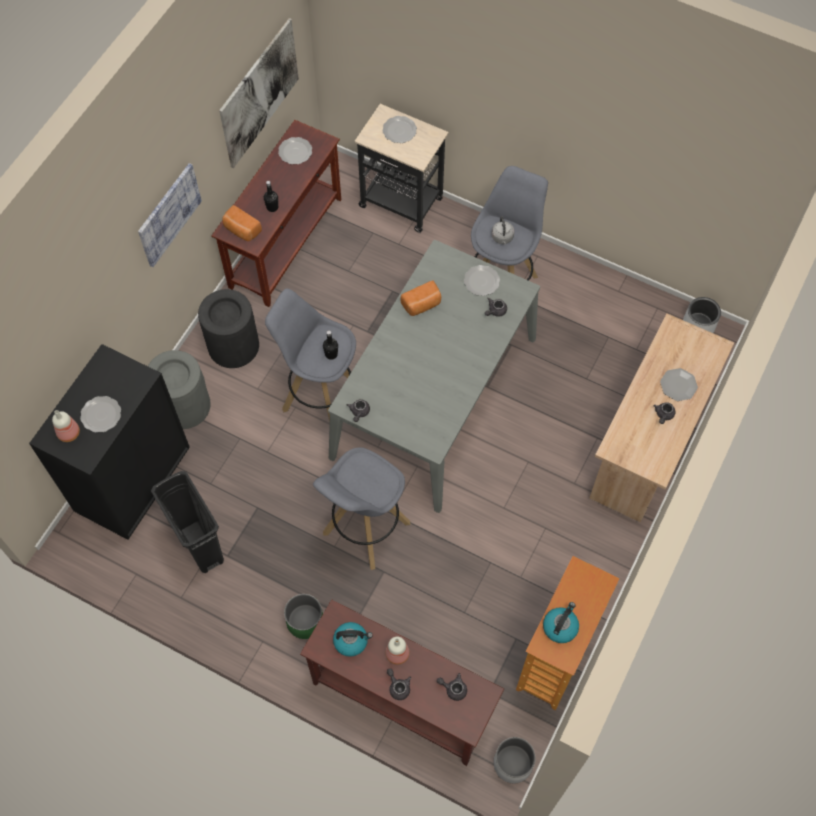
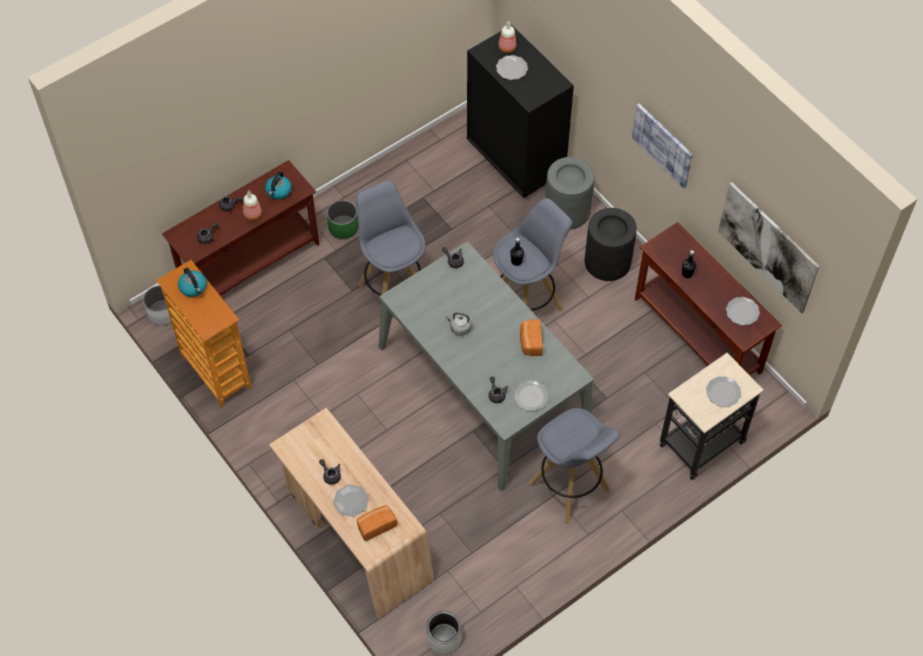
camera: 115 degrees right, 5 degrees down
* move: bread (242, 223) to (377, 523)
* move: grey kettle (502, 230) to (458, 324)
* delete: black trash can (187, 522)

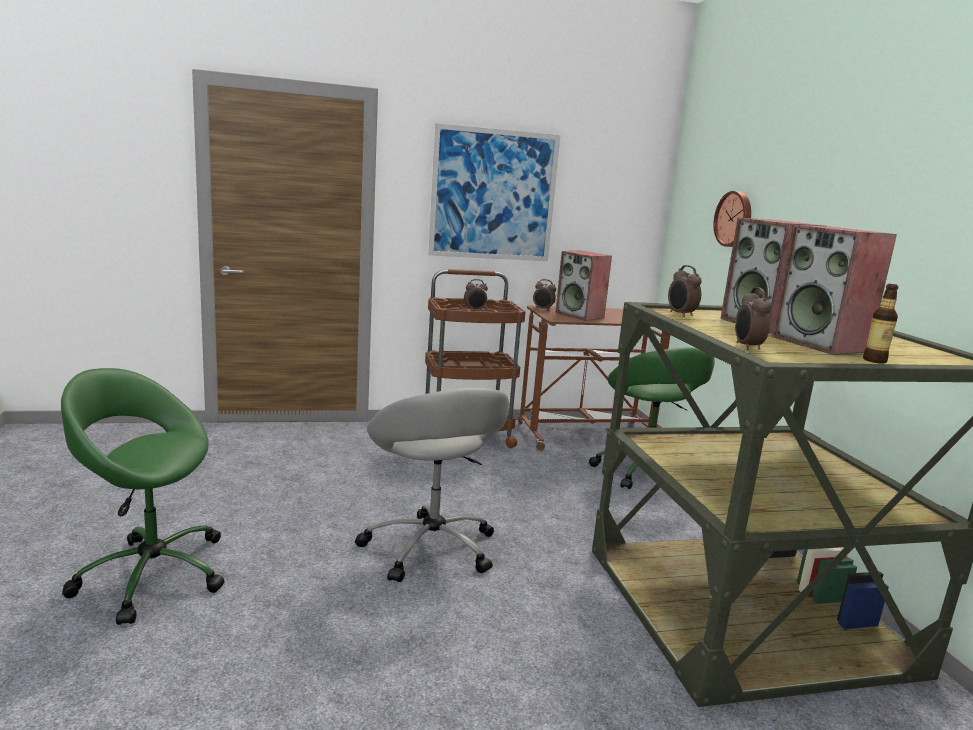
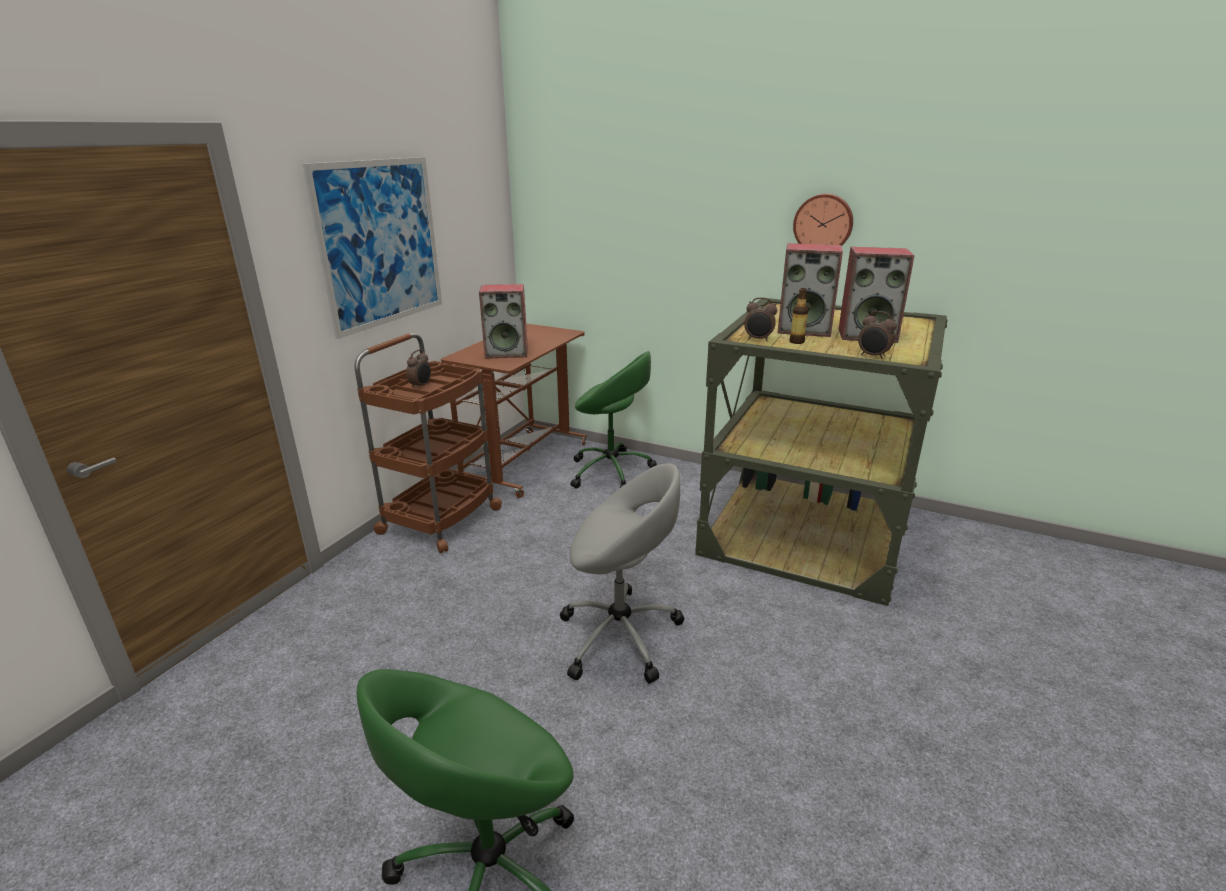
camera: 50 degrees left, 10 degrees up
* move: bottle (881, 324) to (798, 316)
* move: wall clock (732, 219) to (823, 220)
* delete: alarm clock (544, 295)

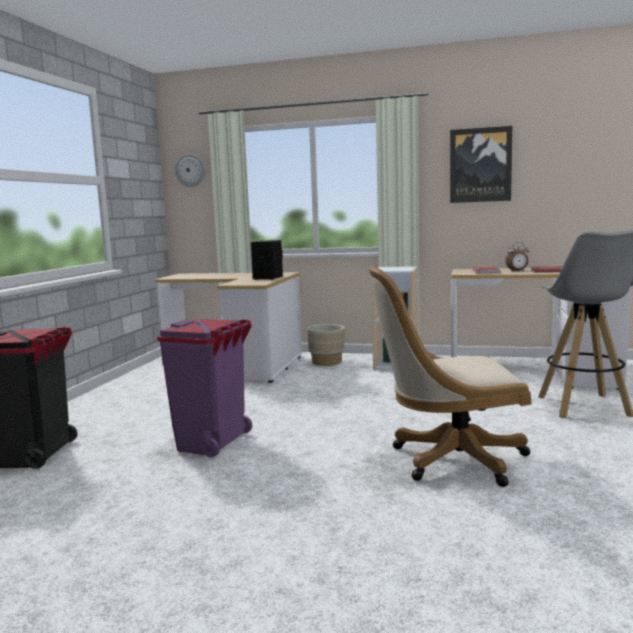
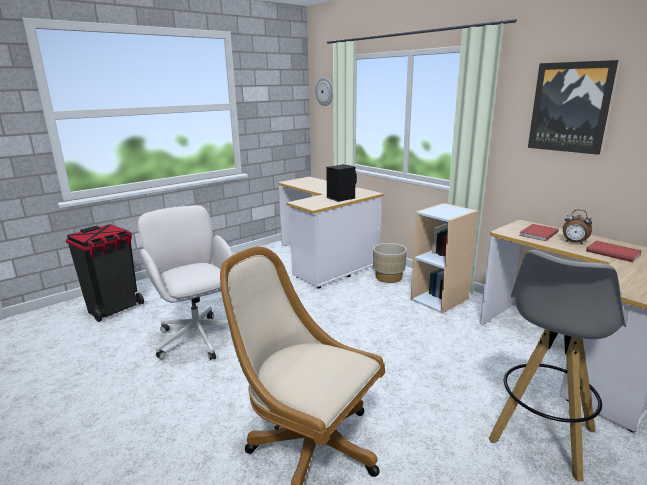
camera: 35 degrees right, 10 degrees up
* replace: purple trash can (204, 388) to white office chair (186, 282)

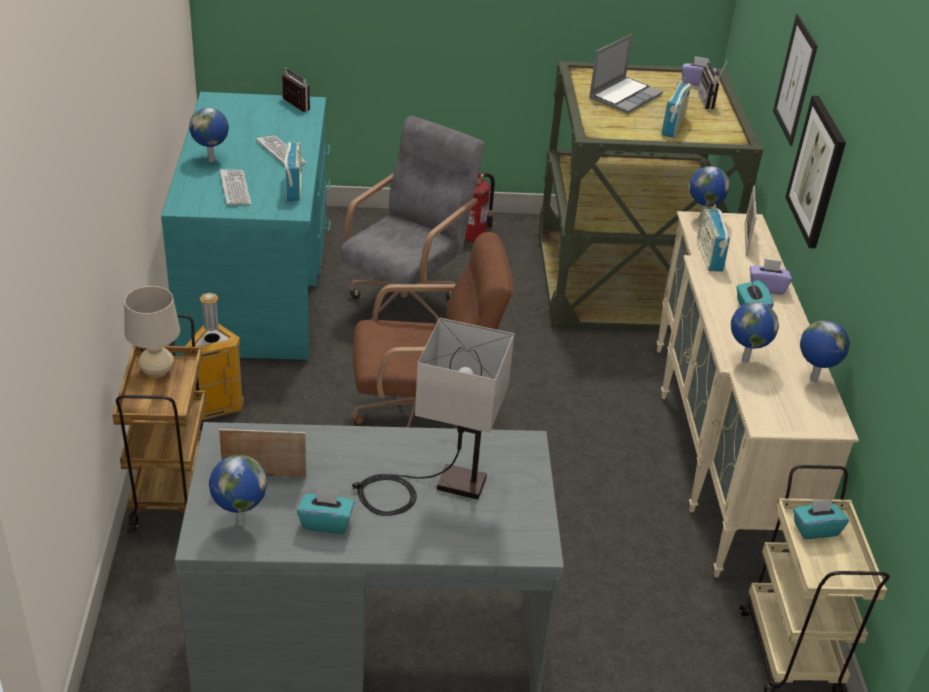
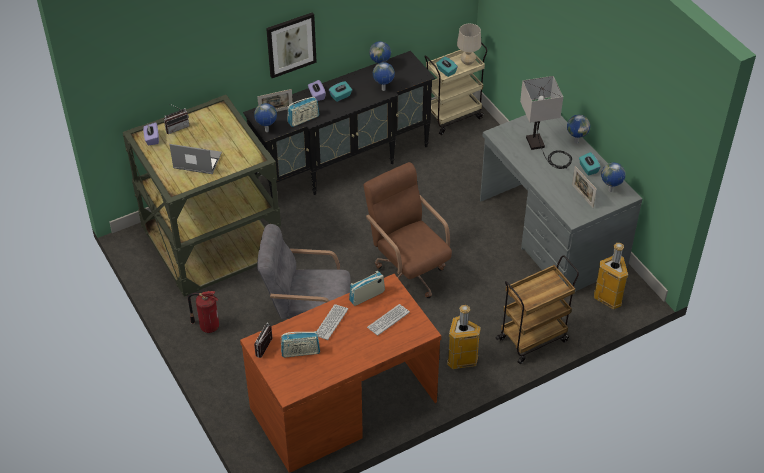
camera: 115 degrees left, 10 degrees up
* recolor: turquoise desk (245, 226) to brown desk (340, 373)
* recolor: beige cabinet (757, 394) to black cabinet (339, 124)
* move: radio (676, 107) to (300, 344)
* move: beige table lamp (152, 332) to (469, 44)
* move: globe (209, 135) to (578, 129)
* insert: trash can (611, 276)
* delete: picture (795, 80)

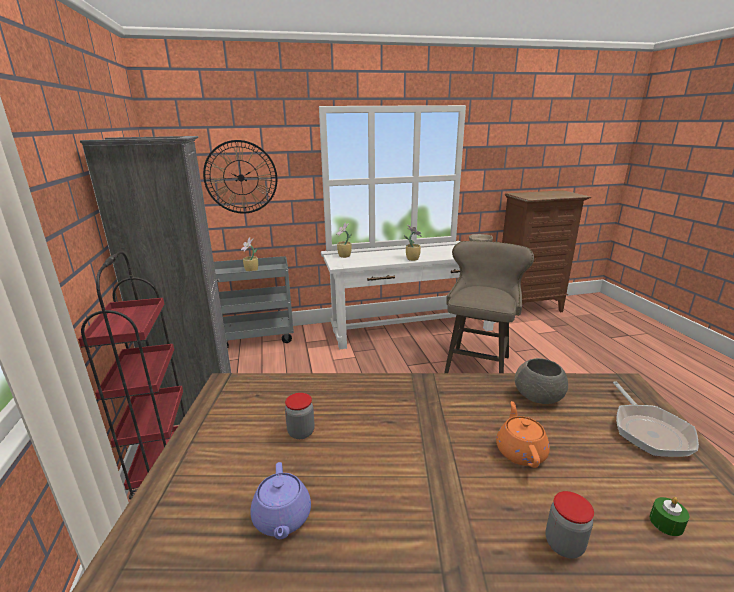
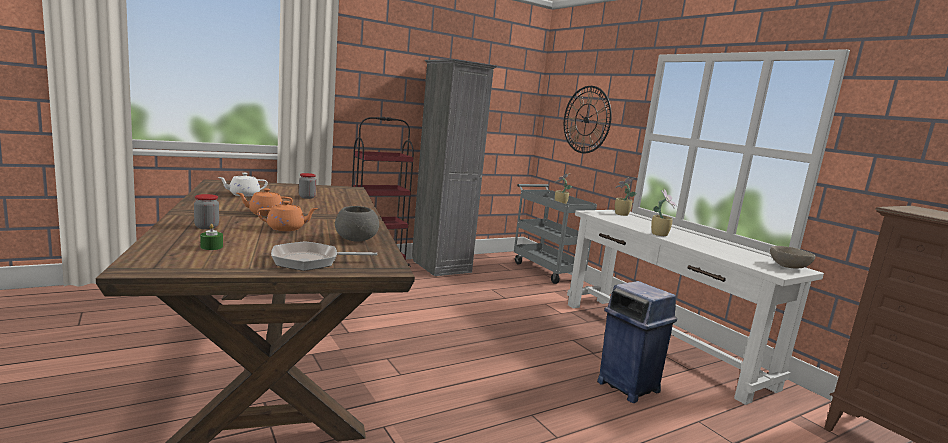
camera: 70 degrees right, 10 degrees down
* recolor: purple teapot (280, 500) to white teapot (243, 185)
* insert: orange teapot (265, 202)
* replace: beige stool (489, 307) to blue trash can (637, 342)

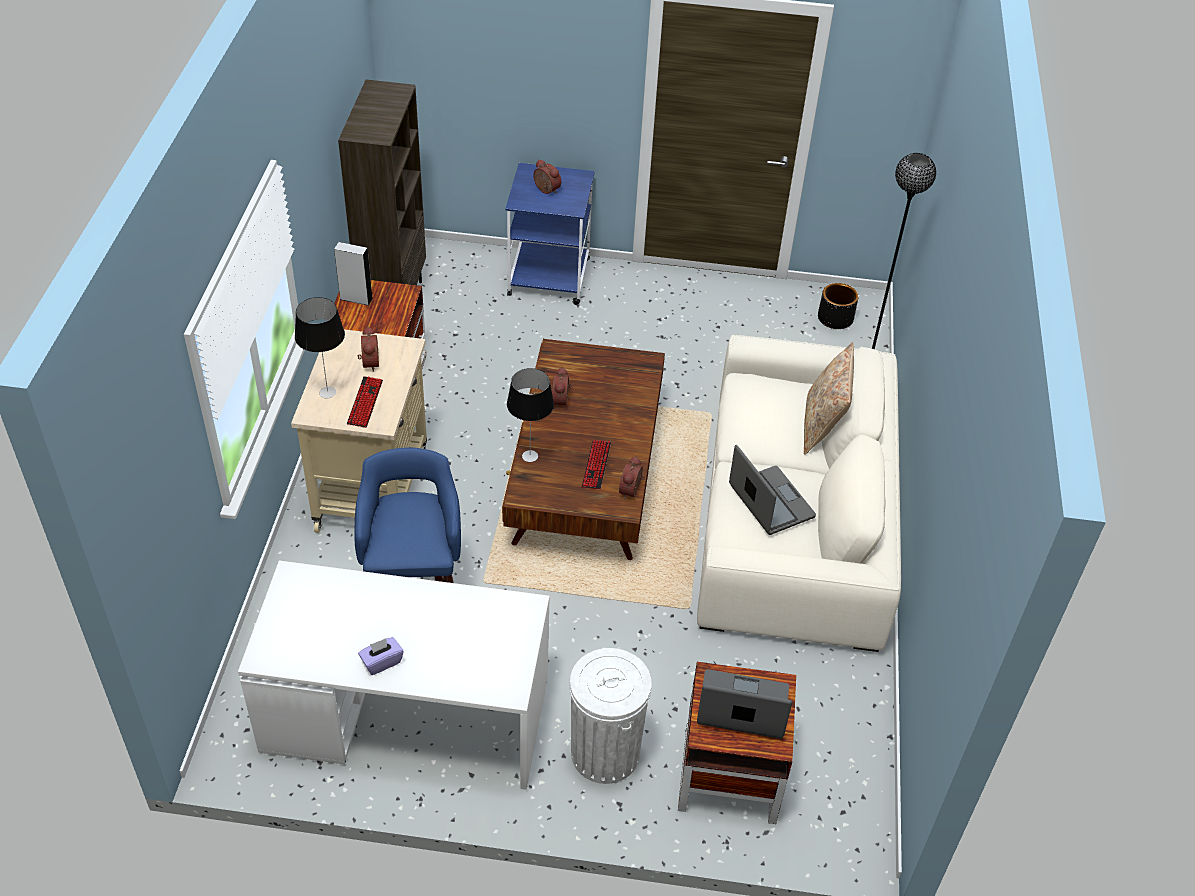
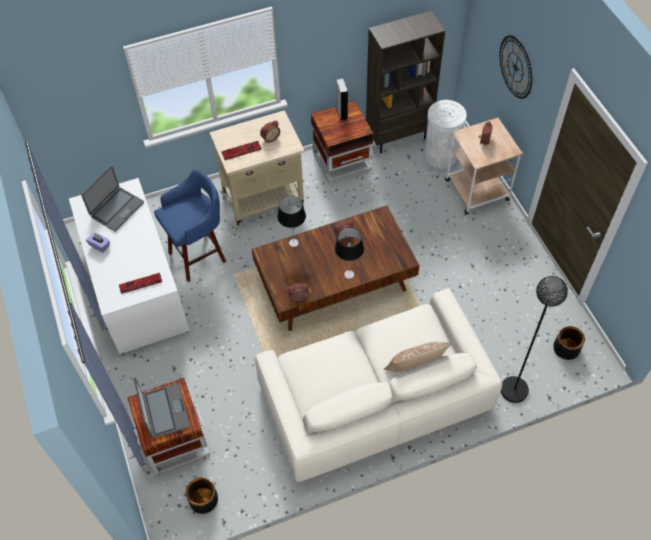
camera: 65 degrees right, 10 degrees up
* move: laptop (772, 490) to (112, 198)
* move: keyboard (596, 464) to (140, 283)
* insert: black planter (202, 495)
* move: table lamp (320, 347) to (349, 253)
* move: white trash can (611, 716) to (446, 134)
* recolor: blue cart (550, 234) to beige cart (484, 166)
* insert: wall clock (516, 67)

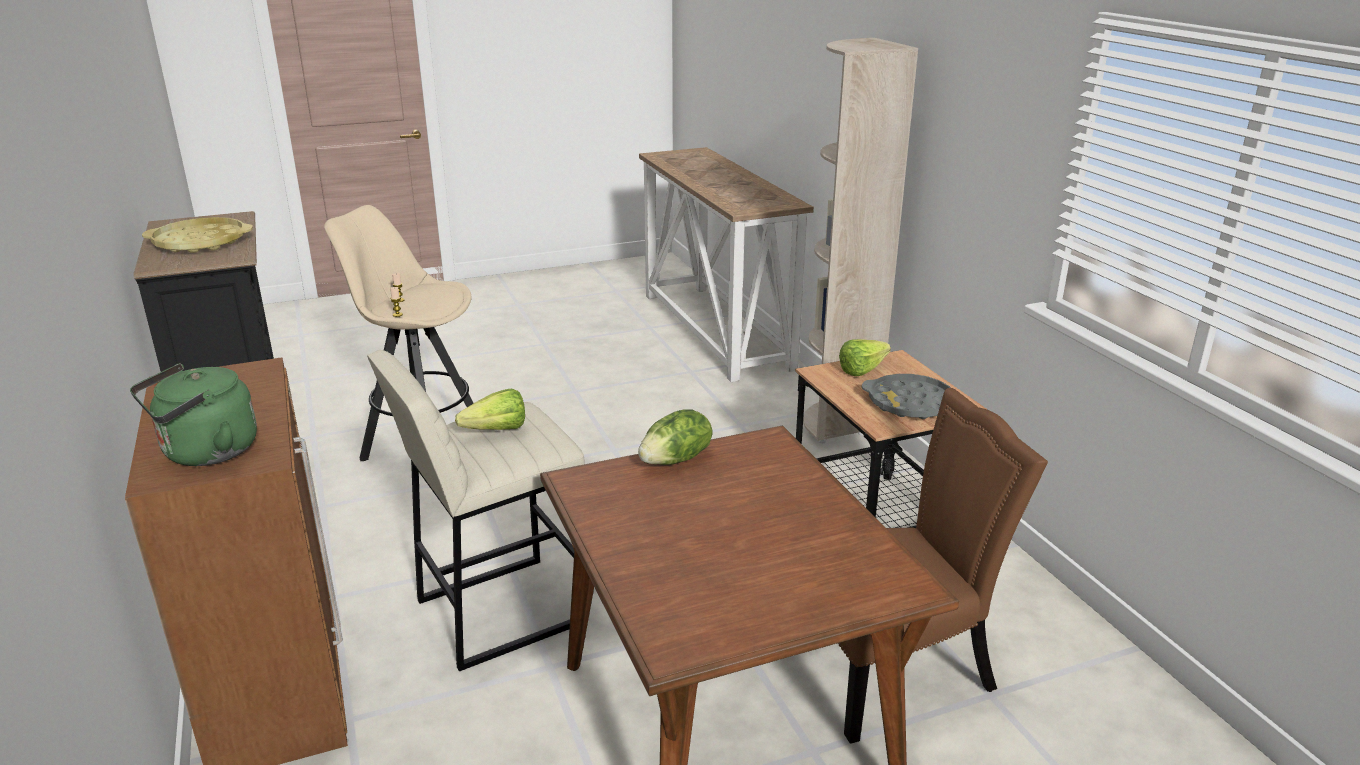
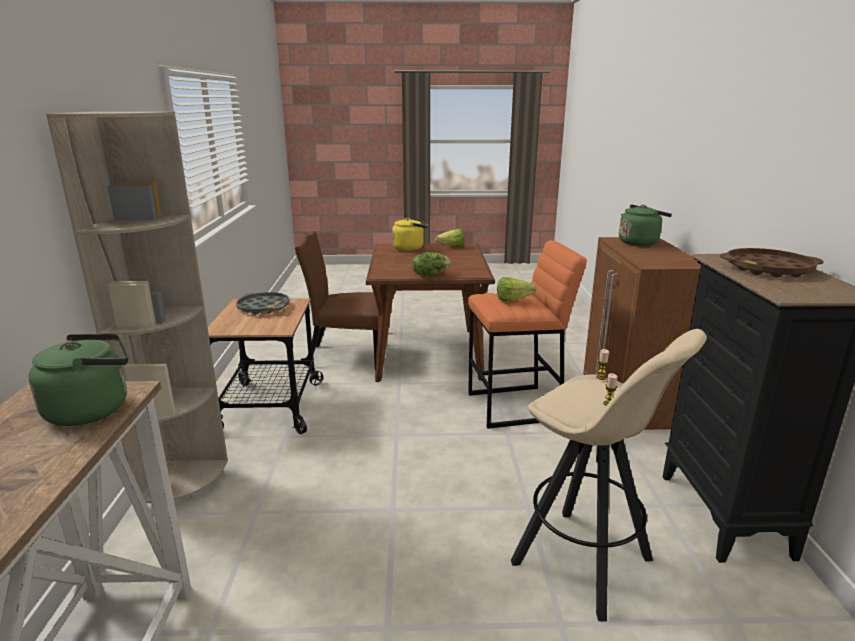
camera: 160 degrees left, 5 degrees down
* insert: green kettle (78, 380)
* insert: yellow kettle (410, 234)
* move: lettuce (865, 357) to (450, 238)
* recolor: beige stool (476, 510) to orange stool (527, 334)
* recolor: yellow tray (197, 235) to brown tray (772, 263)

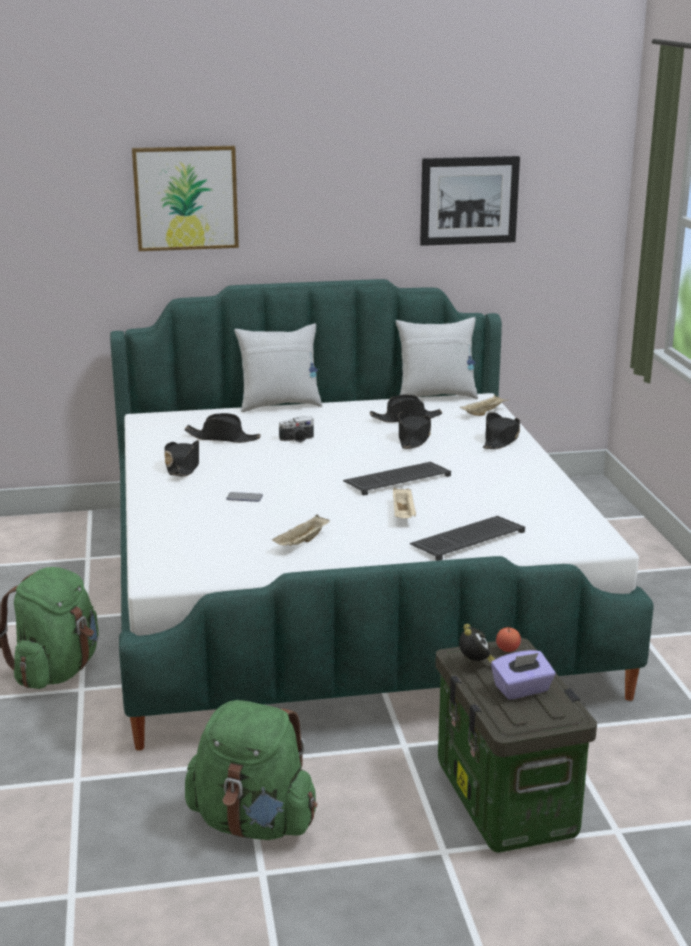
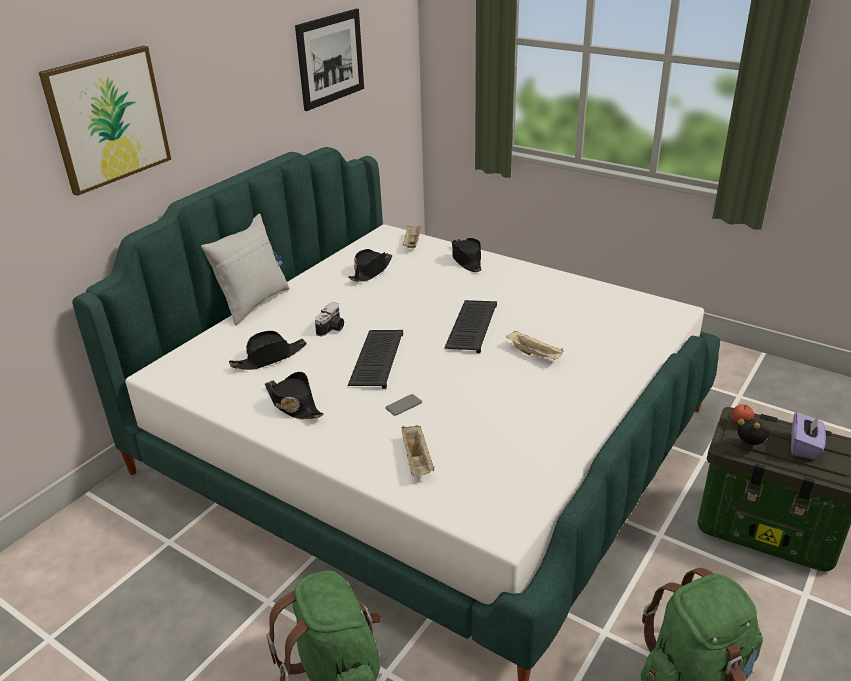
camera: 45 degrees left, 10 degrees up
* move: keyboard (468, 538) to (375, 359)
* move: beige tray (301, 530) to (417, 450)
* delete: grey pillow (436, 358)
* delete: black hat (414, 430)

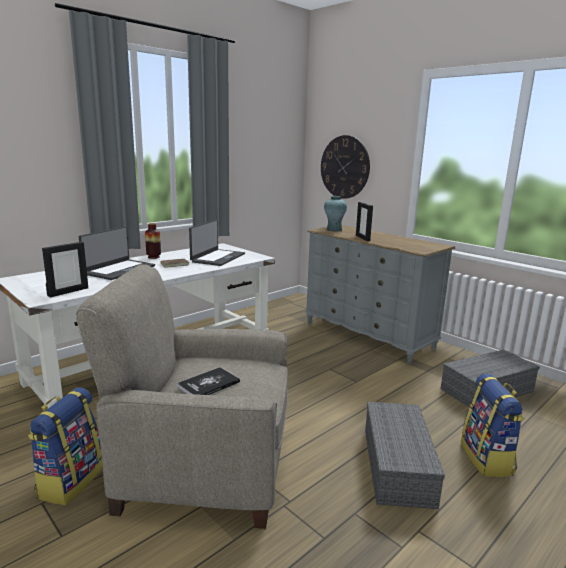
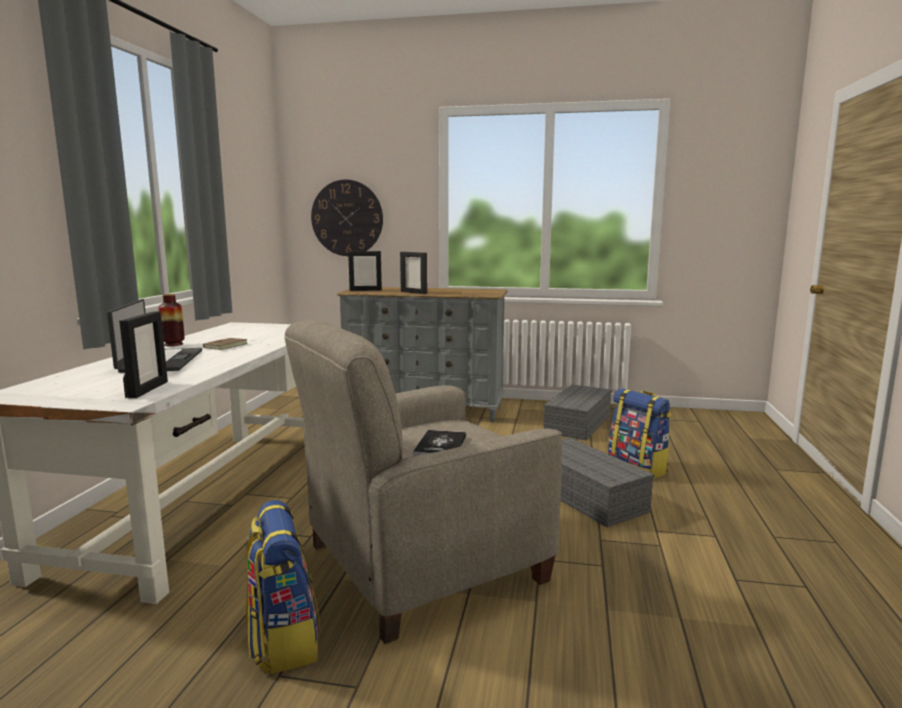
camera: 35 degrees left, 5 degrees down
* replace: turquoise vase (335, 213) to picture frame (365, 271)
* delete: laptop (217, 242)

